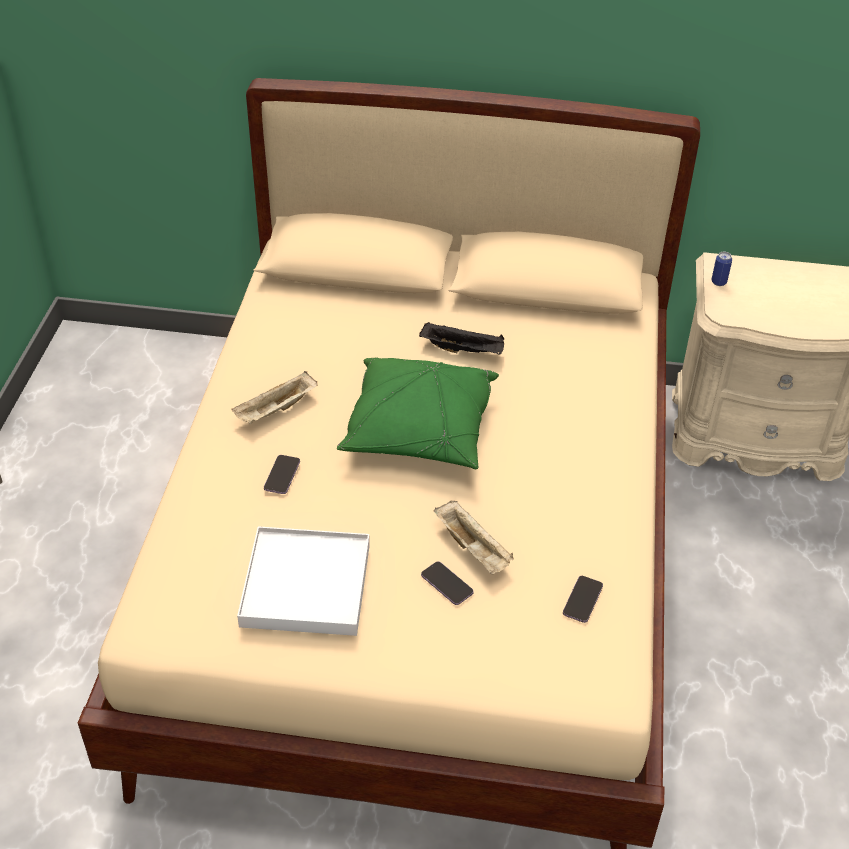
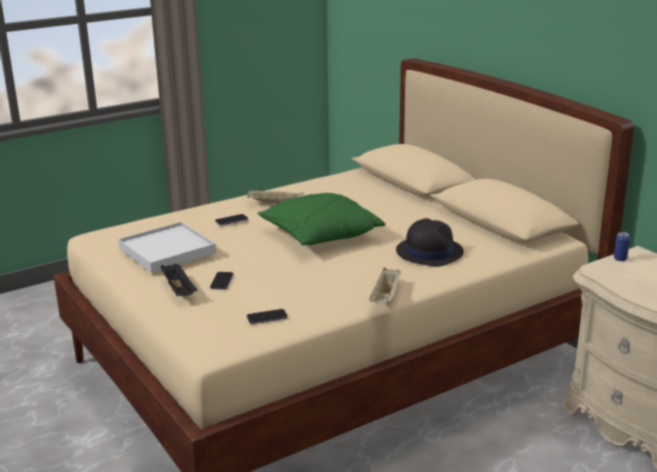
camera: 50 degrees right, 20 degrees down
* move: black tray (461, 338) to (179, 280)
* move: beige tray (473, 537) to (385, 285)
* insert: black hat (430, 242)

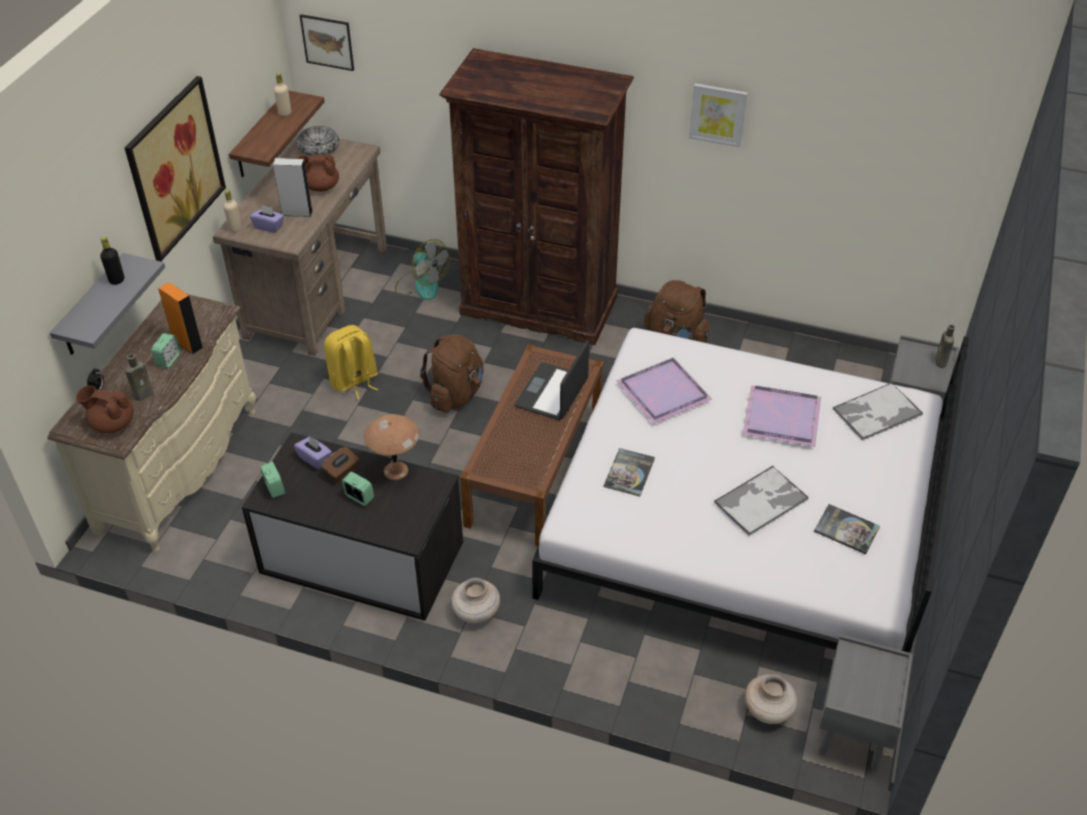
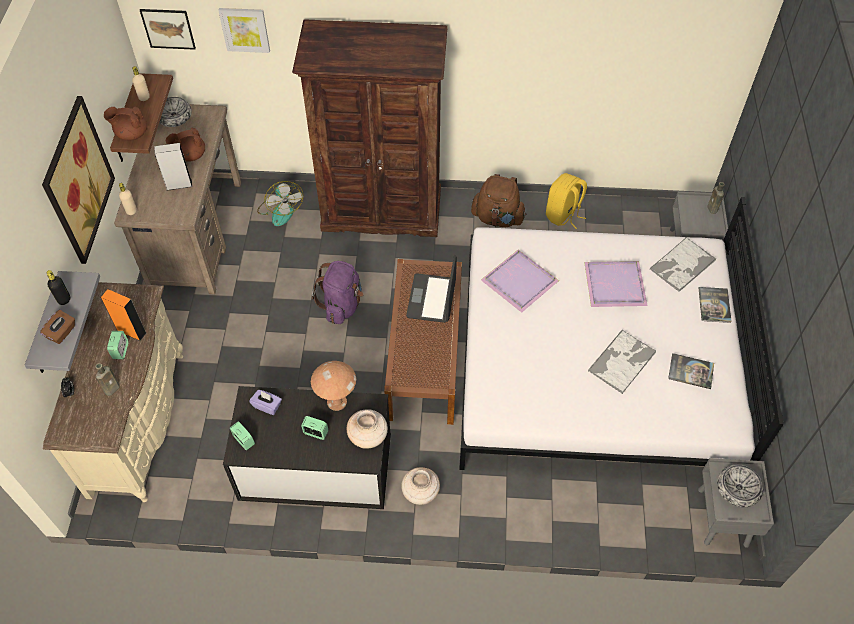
camera: 15 degrees left, 10 degrees up
* move: brown tissue box (340, 464) to (57, 327)
* move: brown teapot (105, 409) to (125, 124)
* move: picture (718, 115) to (244, 30)
* rotate: fan (422, 269) = (280, 203) 45 degrees clockwise
* recolor: brown backpack (451, 373) to purple backpack (338, 292)
* move: beige vase (771, 699) to (367, 429)
* move: yellow backpack (351, 362) to (566, 201)
* move: book (629, 472) to (715, 305)
* insert: bowl (740, 485)
* delete: purple tissue box (267, 219)

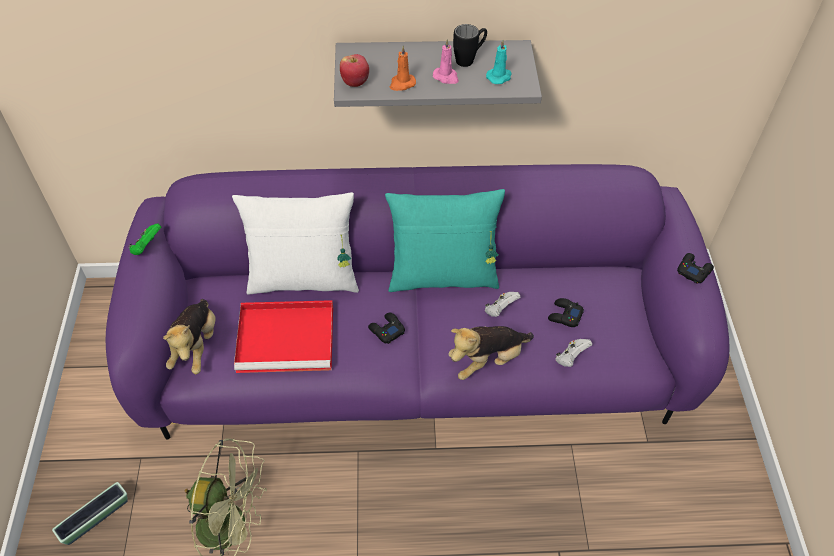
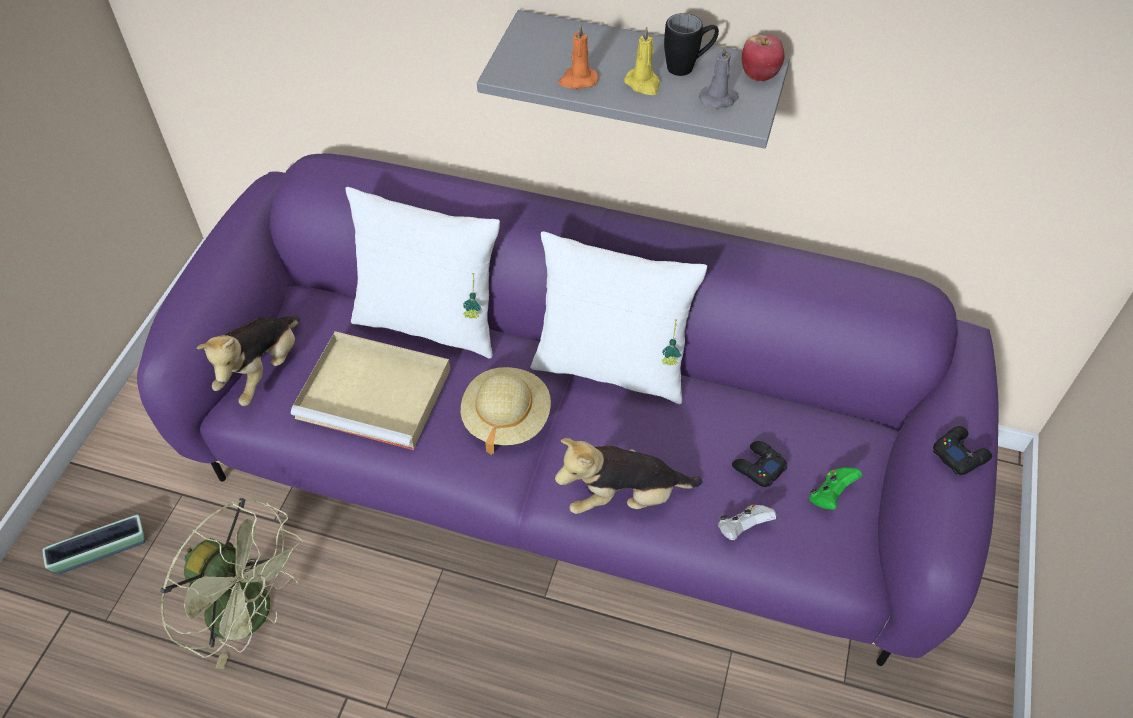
camera: 20 degrees right, 0 degrees up
* recolor: red tray (283, 336) to beige tray (370, 390)
* replace: black game controller (386, 328) to beige hat (506, 411)
* recolor: turquoise pillow (445, 240) to white pillow (618, 317)
* recolor: pink candle (446, 61) to yellow candle (642, 61)
* recolor: turquoise candle (499, 62) to grey candle (719, 76)
* move: apple (354, 70) to (763, 58)
* move: green game controller (144, 239) to (835, 489)
* delete: white game controller (502, 304)

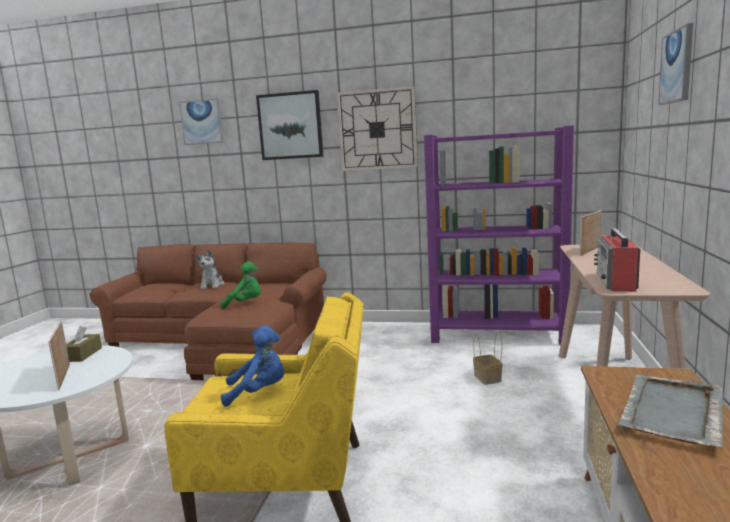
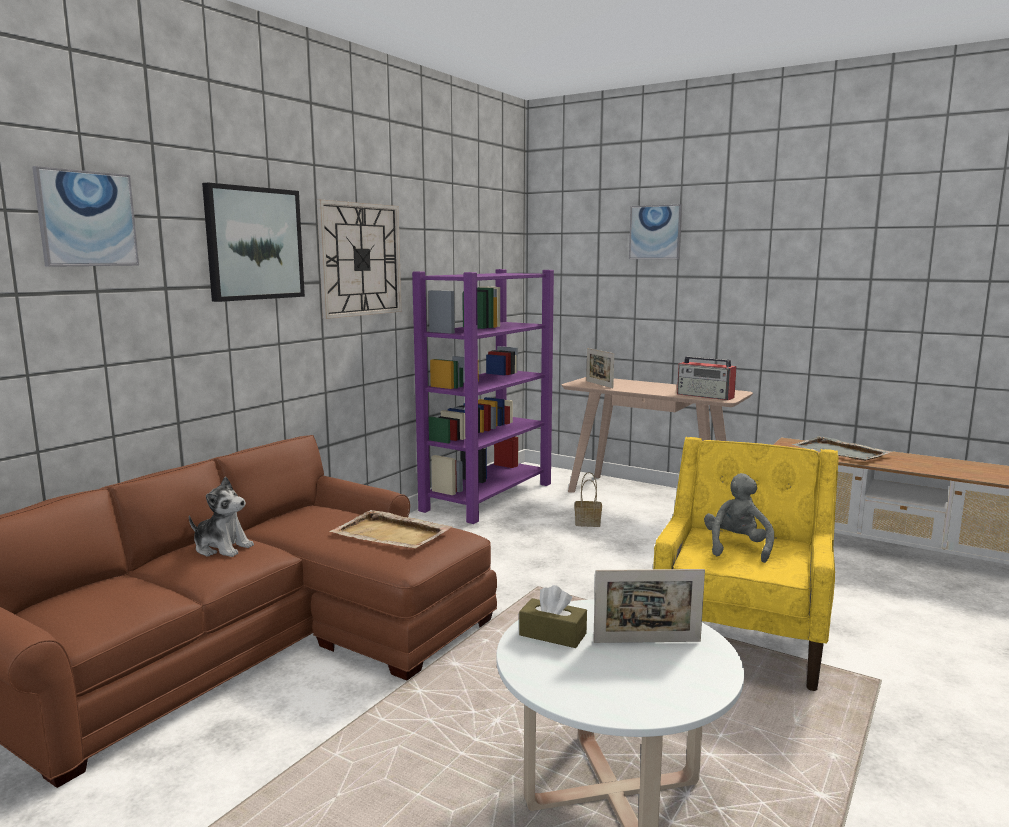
camera: 70 degrees left, 0 degrees up
* replace: green plush toy (240, 285) to beige tray (390, 529)
* recolor: blue plush toy (252, 366) to grey plush toy (739, 518)

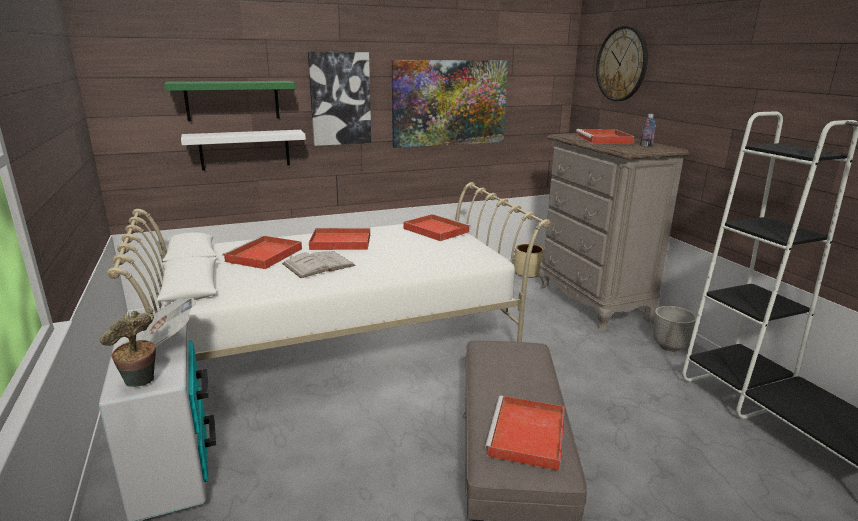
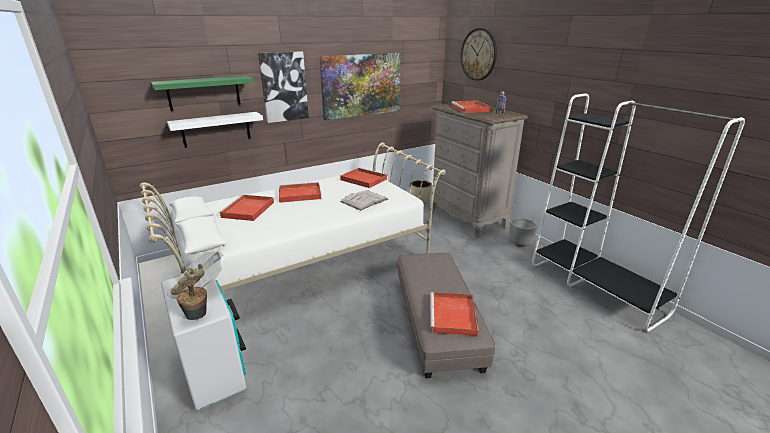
camera: 10 degrees left, 5 degrees up
* move: white book (319, 264) to (364, 200)

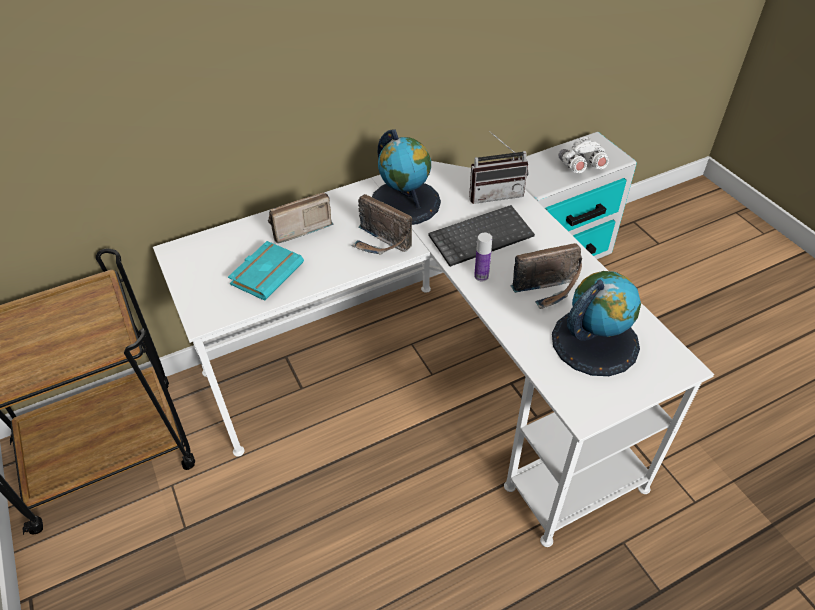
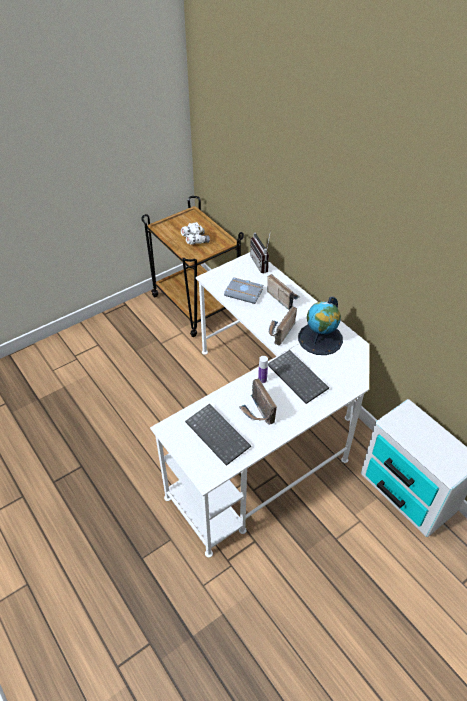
camera: 80 degrees right, 0 degrees up
* move: white binoculars (583, 154) to (195, 233)
* replace: globe (596, 323) to keyboard (218, 435)
* recolor: turquoise book (266, 271) to grey book (243, 290)
* move: radio (498, 168) to (260, 251)

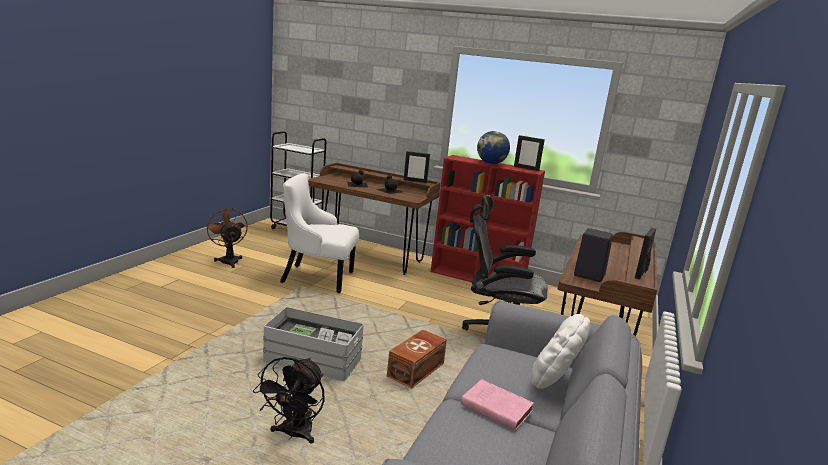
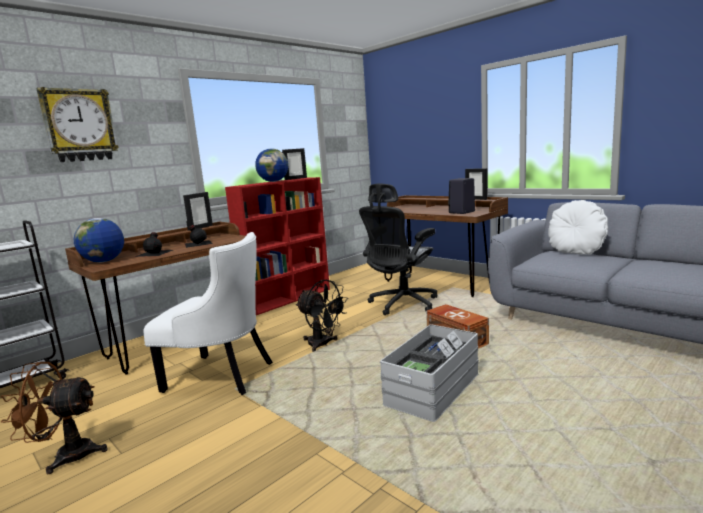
camera: 65 degrees left, 5 degrees down
* insert: wall clock (77, 124)
* insert: globe (99, 240)
* rotate: white chair (319, 233) = (208, 313) 105 degrees counterclockwise
* move: black fan (289, 400) to (322, 316)
* delete: pink book (497, 405)

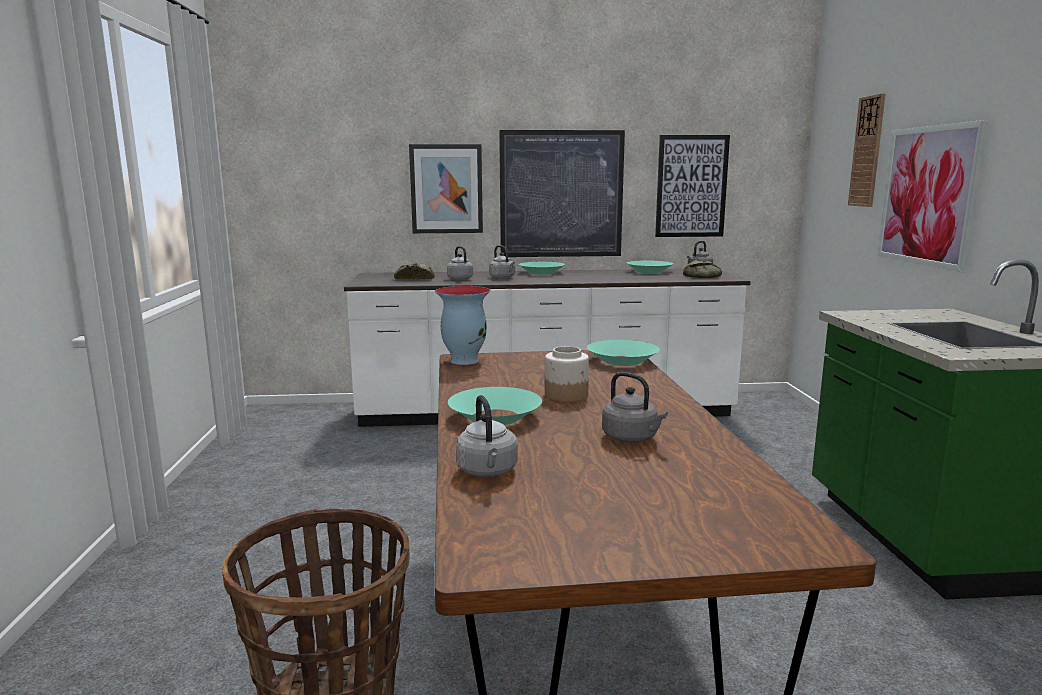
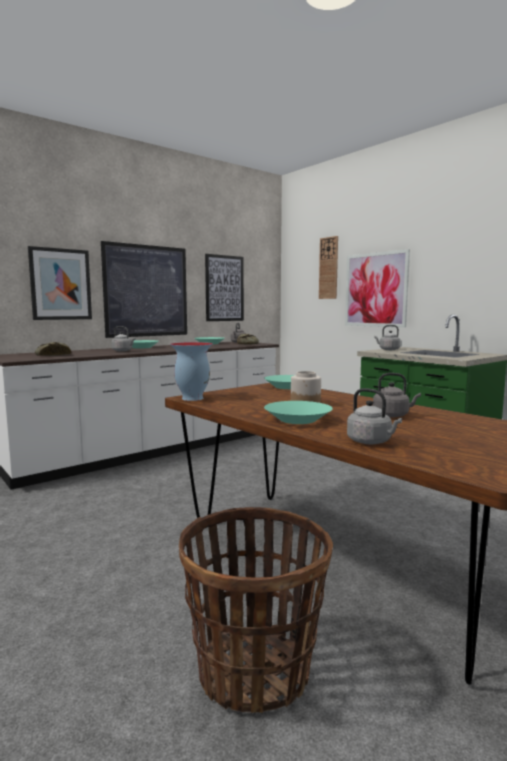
camera: 35 degrees left, 5 degrees down
* move: grey kettle (460, 263) to (387, 337)

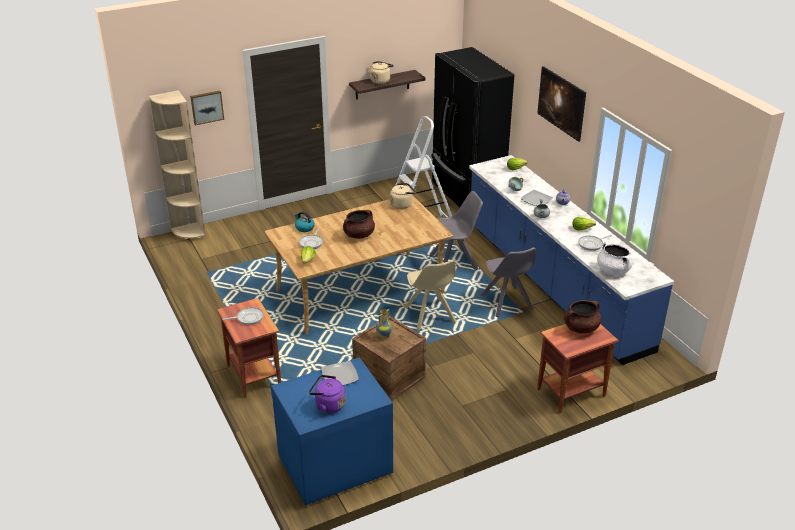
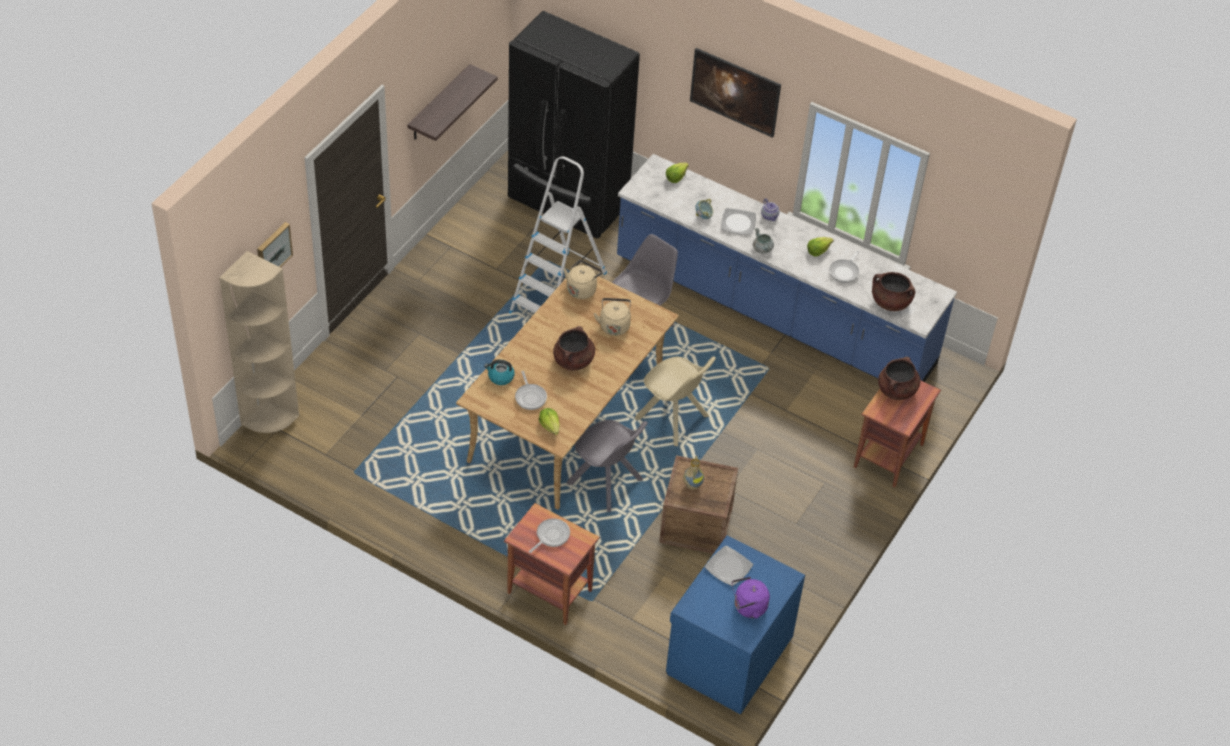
camera: 35 degrees left, 15 degrees up
* move: grey chair (508, 282) to (607, 466)
* move: beige kettle (381, 72) to (612, 317)
* recolor: white cooking pot (615, 258) to brown cooking pot (893, 291)

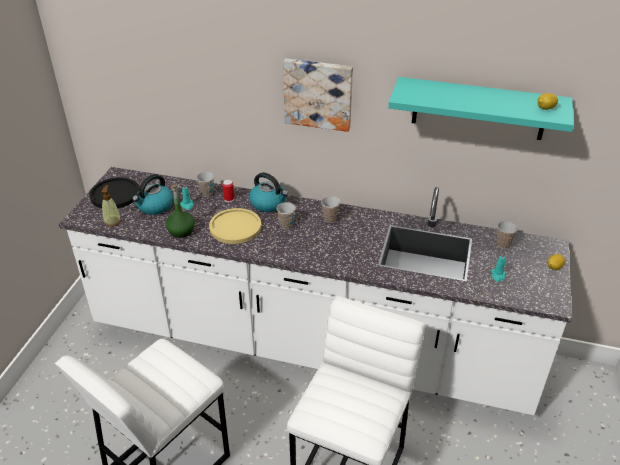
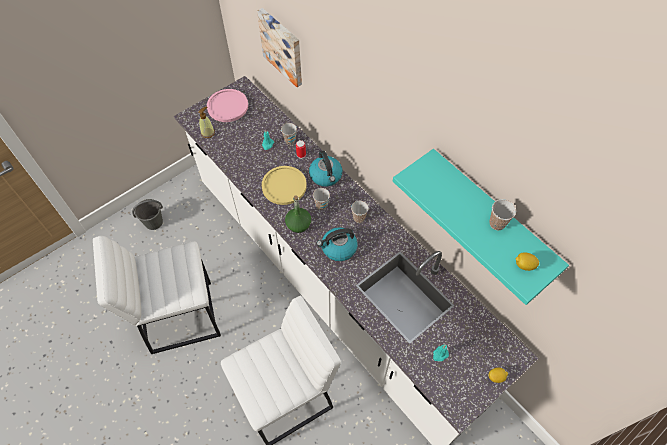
camera: 35 degrees right, 20 degrees up
* insert: grey bucket (147, 214)
* recolor: black plate (114, 193) to pink plate (227, 105)
* move: picture (318, 95) to (279, 47)
* move: green bottle (180, 211) to (298, 214)
* move: kettle (152, 194) to (337, 244)
* move: cup (507, 235) to (503, 214)

